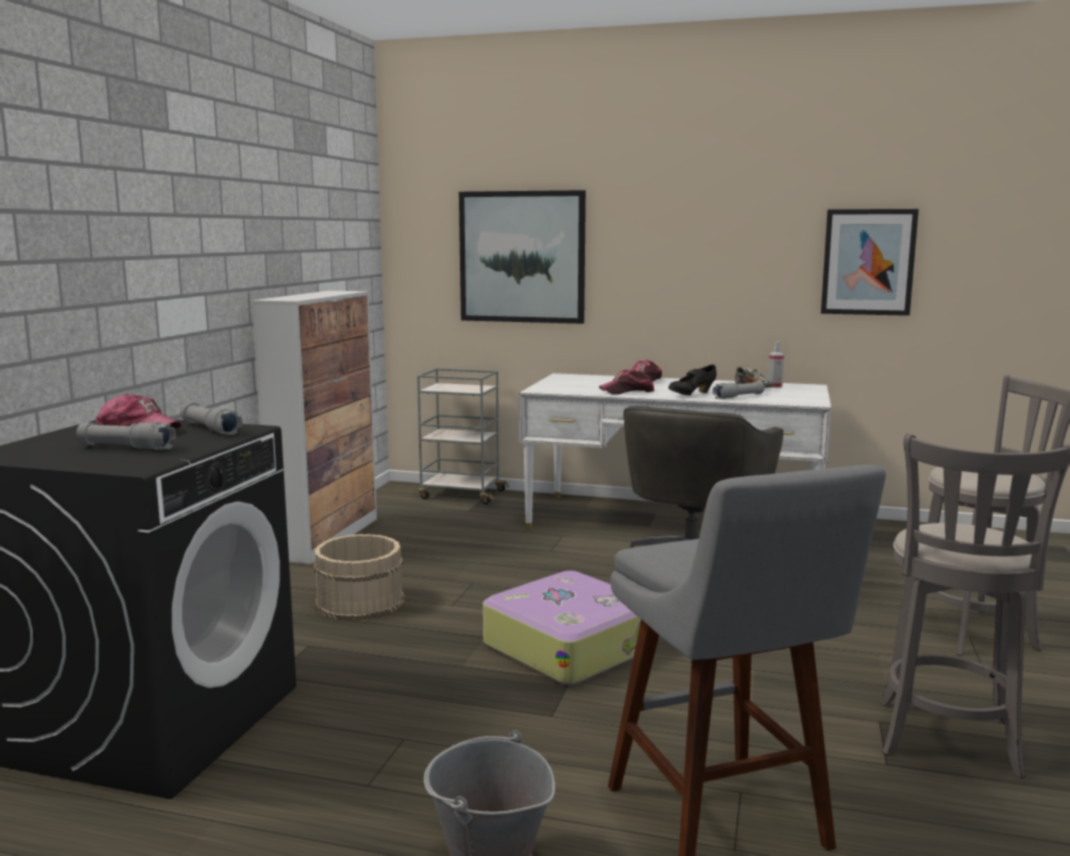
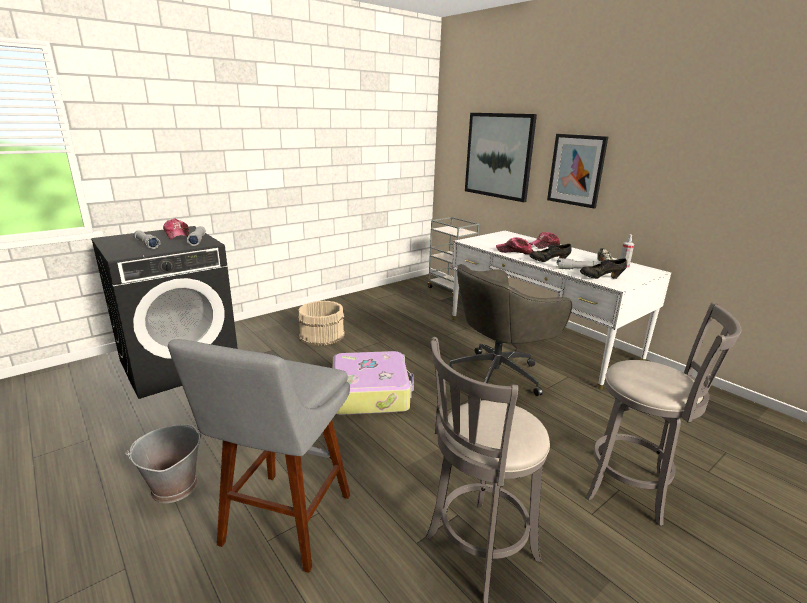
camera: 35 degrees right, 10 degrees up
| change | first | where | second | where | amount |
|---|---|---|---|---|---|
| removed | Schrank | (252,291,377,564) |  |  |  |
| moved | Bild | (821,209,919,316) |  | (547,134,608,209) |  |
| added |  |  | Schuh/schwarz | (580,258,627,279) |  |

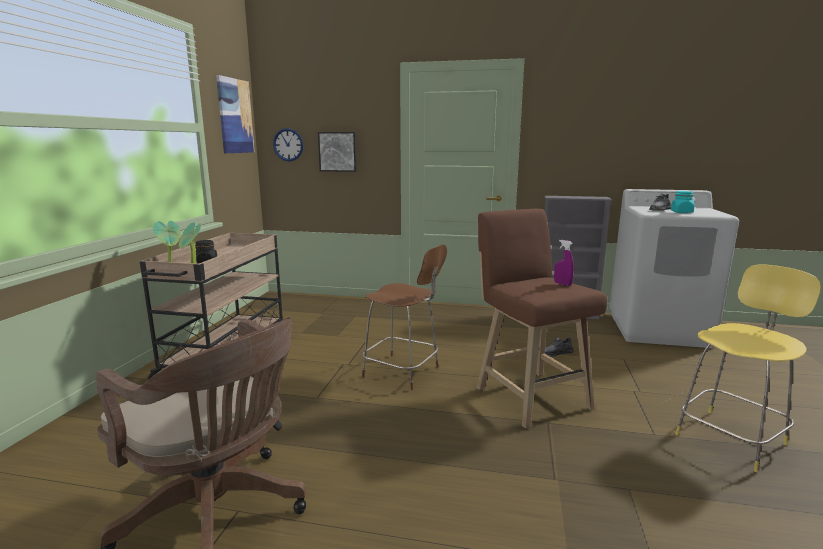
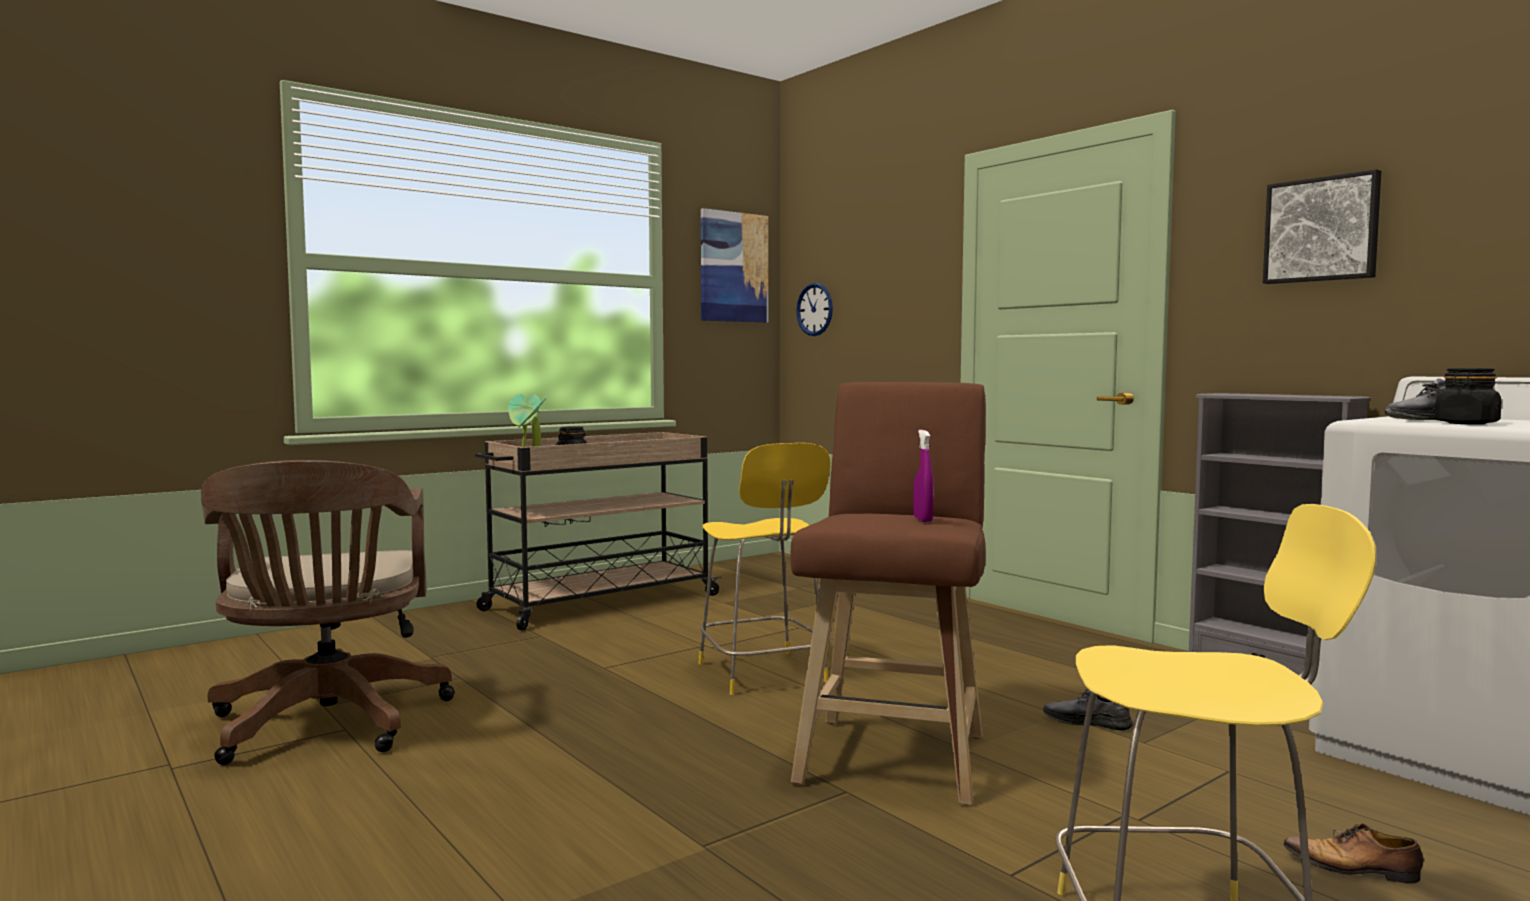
camera: 40 degrees right, 10 degrees down
| change | first | where | second | where | amount |
|---|---|---|---|---|---|
| moved | Bild | (318,132,357,172) |  | (1263,169,1381,284) |  |
| recoloured | Hocker/braun | (362,244,447,390) | Hocker/gelb | (698,443,830,695) |  |
| recoloured | Vorratsglas/türkis | (671,191,695,213) | Vorratsglas/schwarz | (1434,368,1501,425) |  |
| added |  |  | Schuh | (1283,823,1423,884) |  |

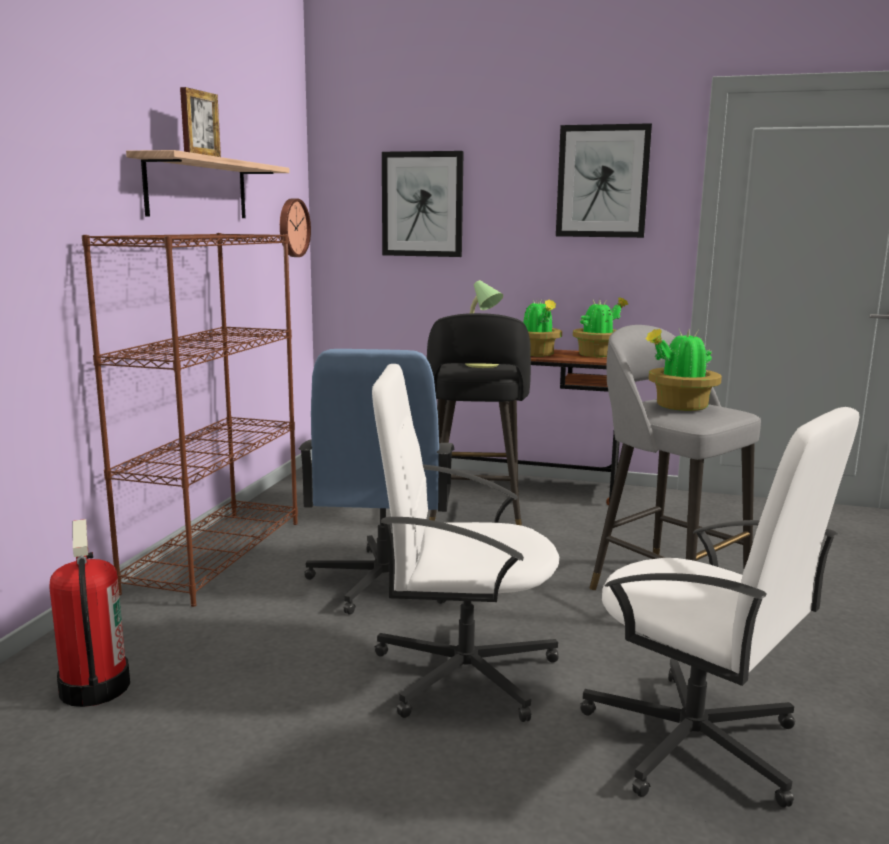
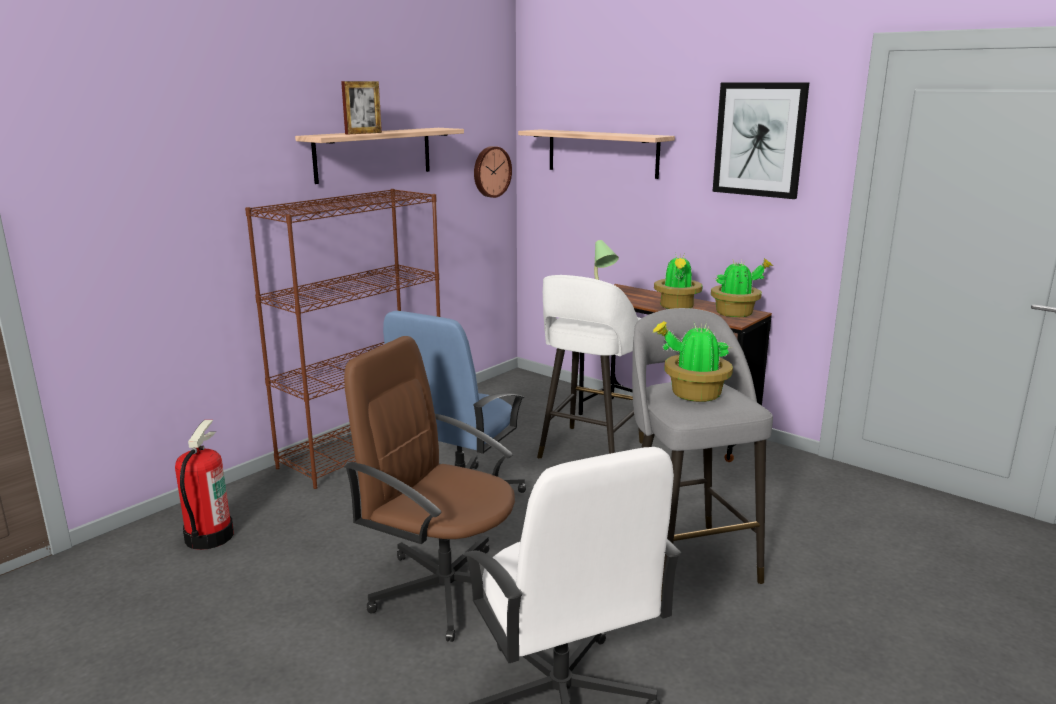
camera: 25 degrees right, 5 degrees up
| change | first | where | second | where | amount |
|---|---|---|---|---|---|
| recoloured | Bürostuhl/weiß | (372,364,559,722) | Bürostuhl/braun | (344,336,515,642) |  |
| replaced | Bild | (382,151,464,257) | Wandregal | (518,129,675,179) |  |
| recoloured | Hocker/schwarz | (427,313,531,526) | Hocker/weiß | (537,275,644,459) |  |

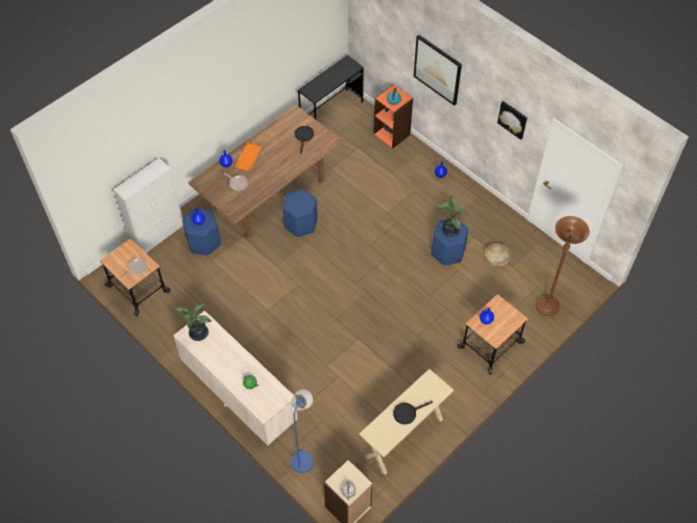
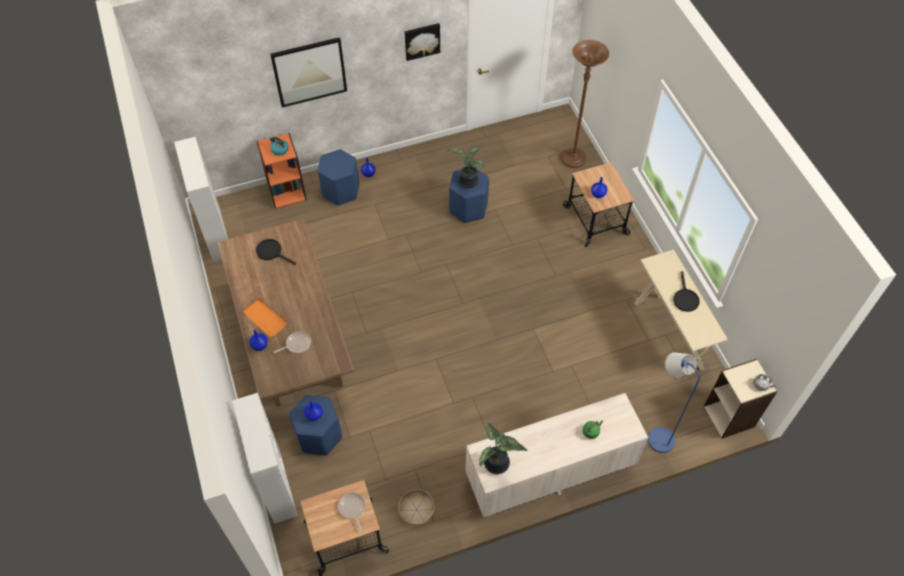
camera: 65 degrees left, 0 degrees up
| change | first | where | second | where | amount |
|---|---|---|---|---|---|
| moved | Hocker/blau | (282,189,317,237) |  | (317,149,359,206) |  |
| replaced | Schreibtisch/schwarz | (298,55,364,120) | Schrank/weiß | (174,137,228,262) |  |
| moved | Korb | (485,244,511,267) |  | (398,489,435,525) |  |

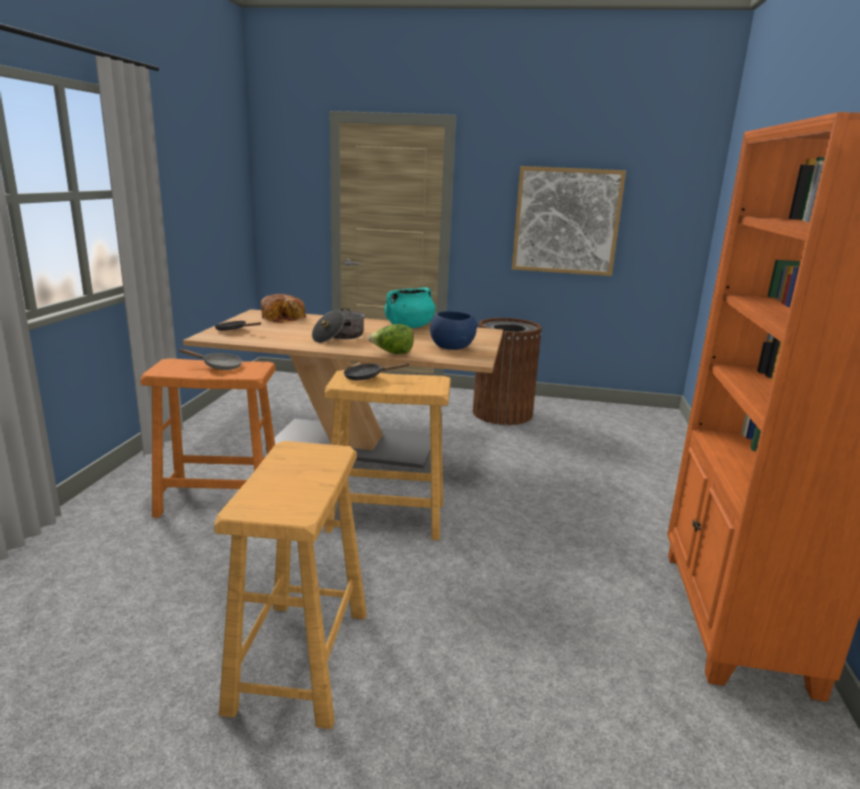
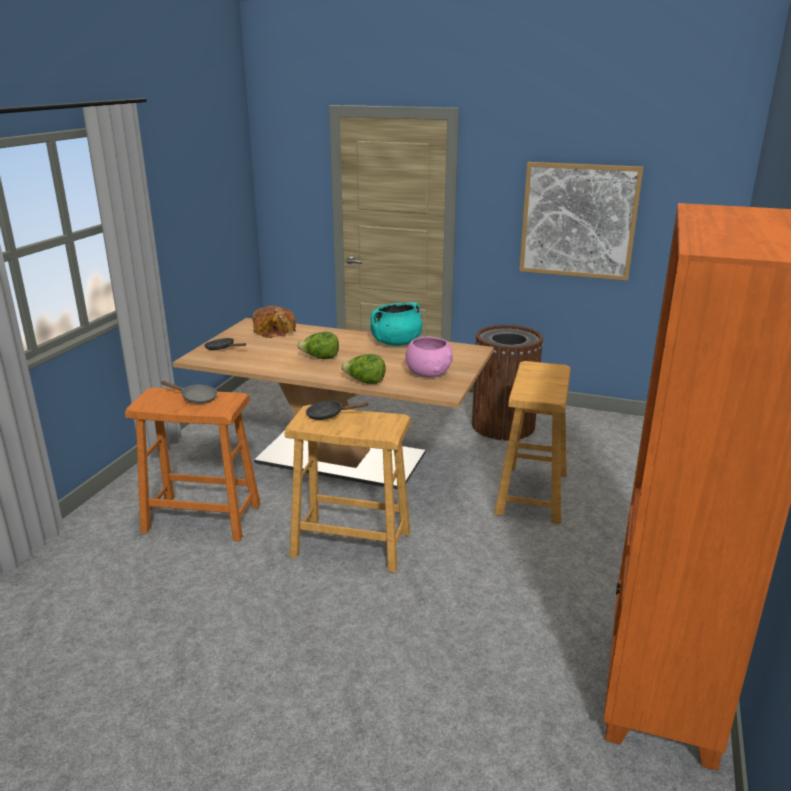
camera: 10 degrees right, 5 degrees up
| change | first | where | second | where | amount |
|---|---|---|---|---|---|
| moved | Hocker/beige | (214,441,367,729) |  | (494,361,571,524) |  |
| replaced | Kochtopf | (312,308,365,343) | Salatkopf | (297,331,339,359) |  |
| recoloured | Schüssel/blau | (430,311,478,350) | Schüssel/rosa | (405,337,453,378) |  |

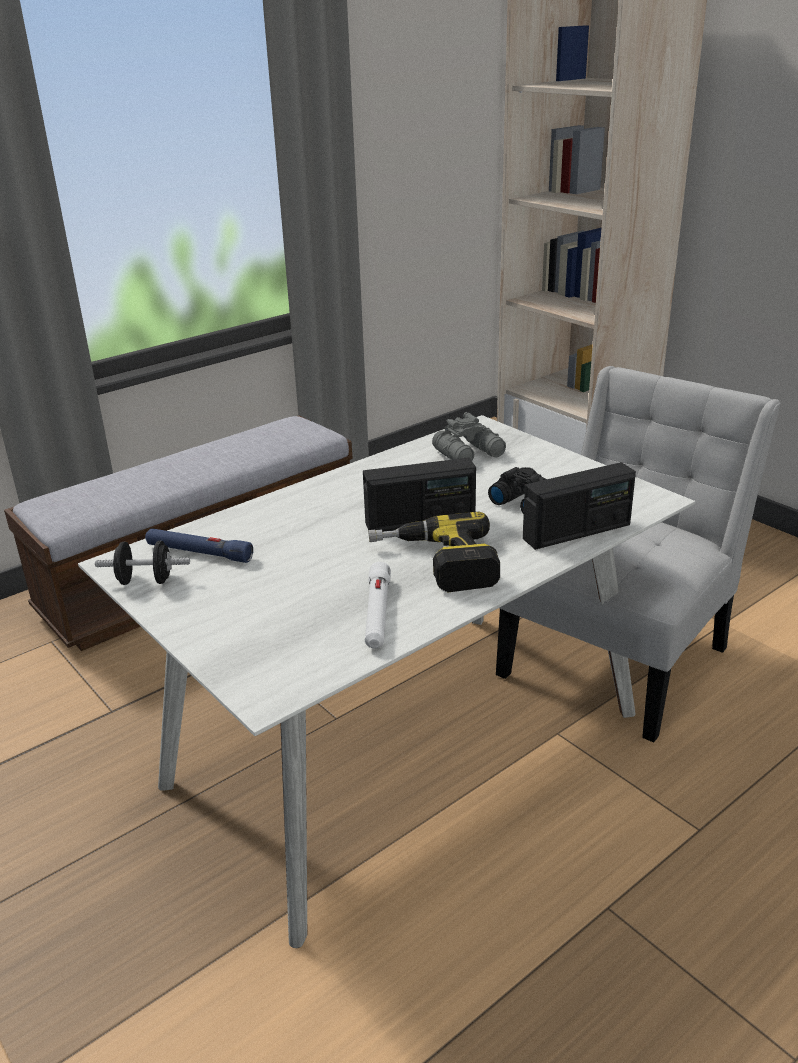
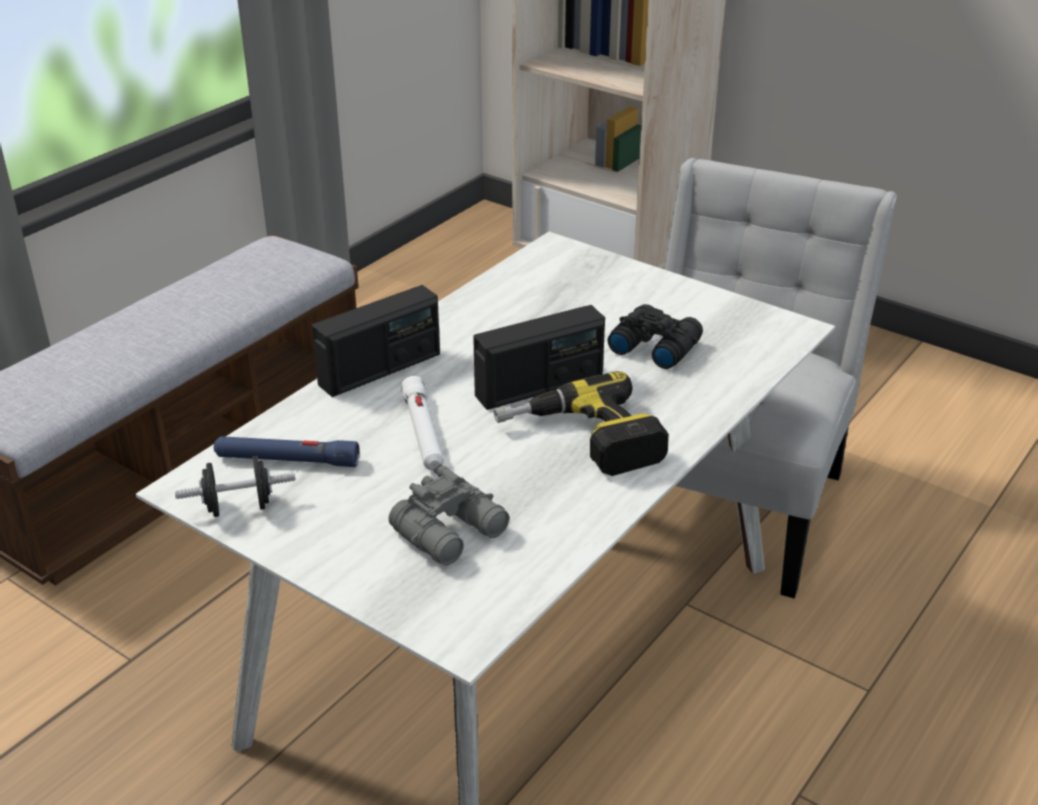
camera: 15 degrees left, 5 degrees up
| change | first | where | second | where | amount |
|---|---|---|---|---|---|
| moved | Taschenlampe/weiß | (365,562,391,649) |  | (401,376,444,470) |  |
| moved | Fernglas/grau | (432,412,506,461) |  | (389,463,509,565) |  |
| moved | Radio | (523,462,636,550) |  | (312,285,440,397) |  |

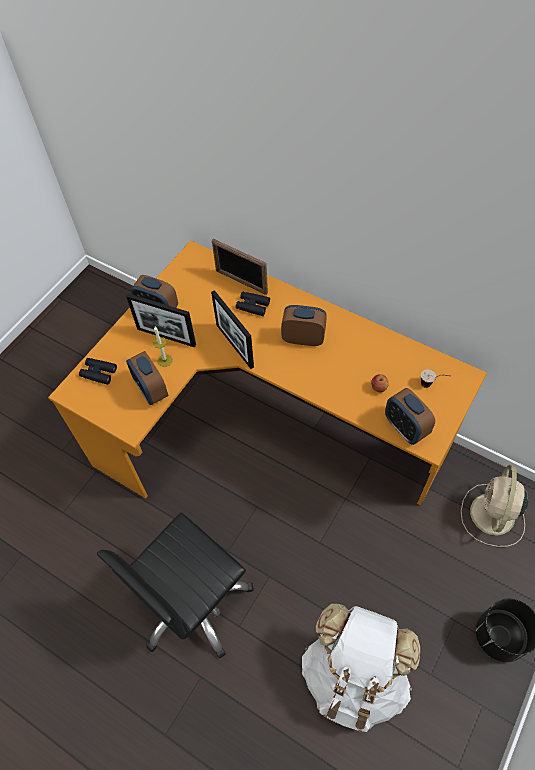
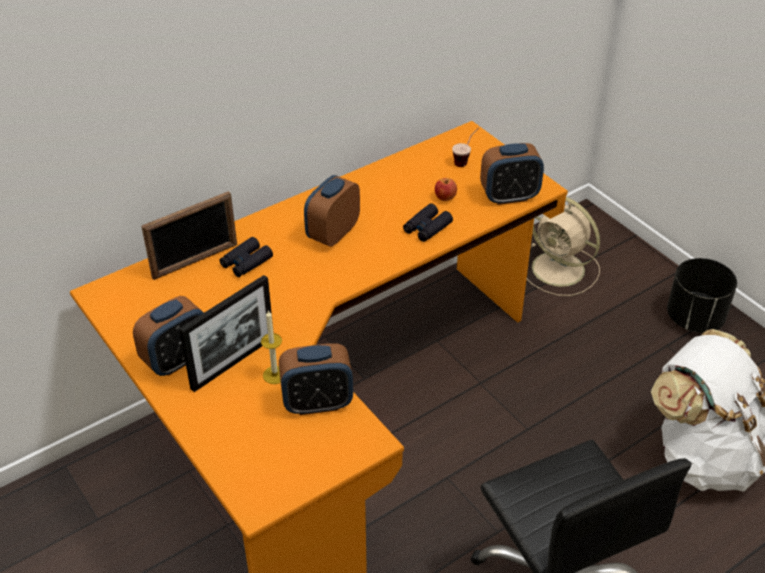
camera: 70 degrees left, 15 degrees down
| change | first | where | second | where | amount |
|---|---|---|---|---|---|
| moved | Fernglas/schwarz | (79,358,117,385) |  | (403,204,453,242) |  |
| removed | Bilderrahmen | (211,290,254,369) |  |  |  |

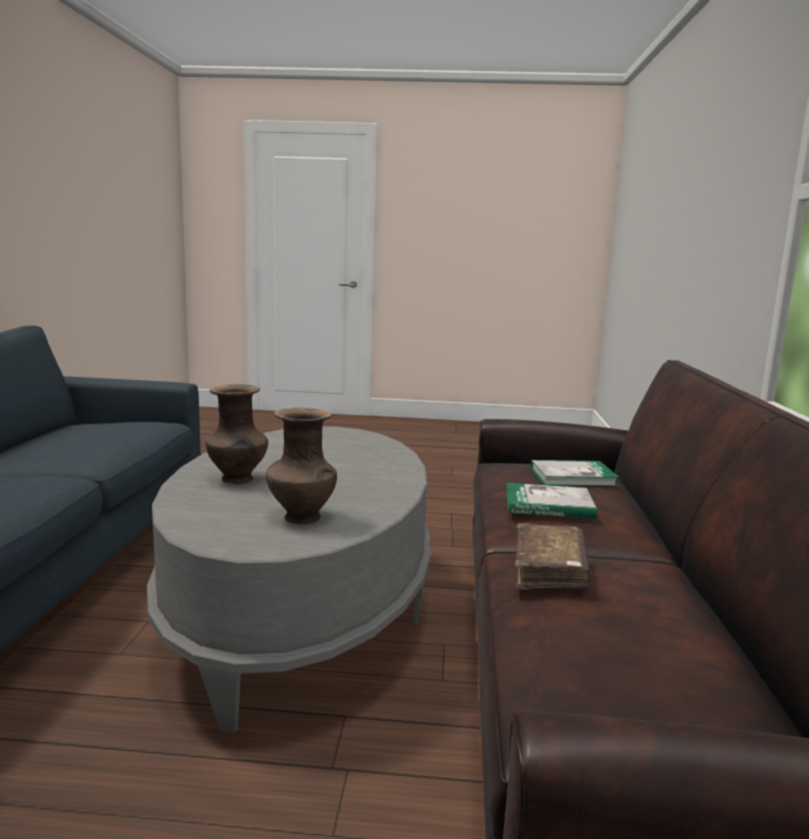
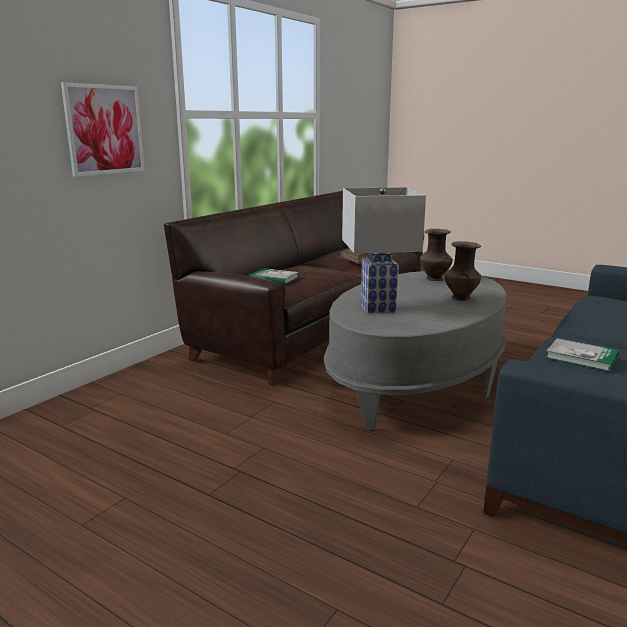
camera: 150 degrees left, 5 degrees up
| change | first | where | second | where | amount |
|---|---|---|---|---|---|
| moved | Buch | (506,483,597,519) |  | (545,338,619,372) |  |
| added |  |  | Bild | (61,82,145,177) |  |
| added |  |  | Tischlampe/weiß | (342,187,426,314) |  |

